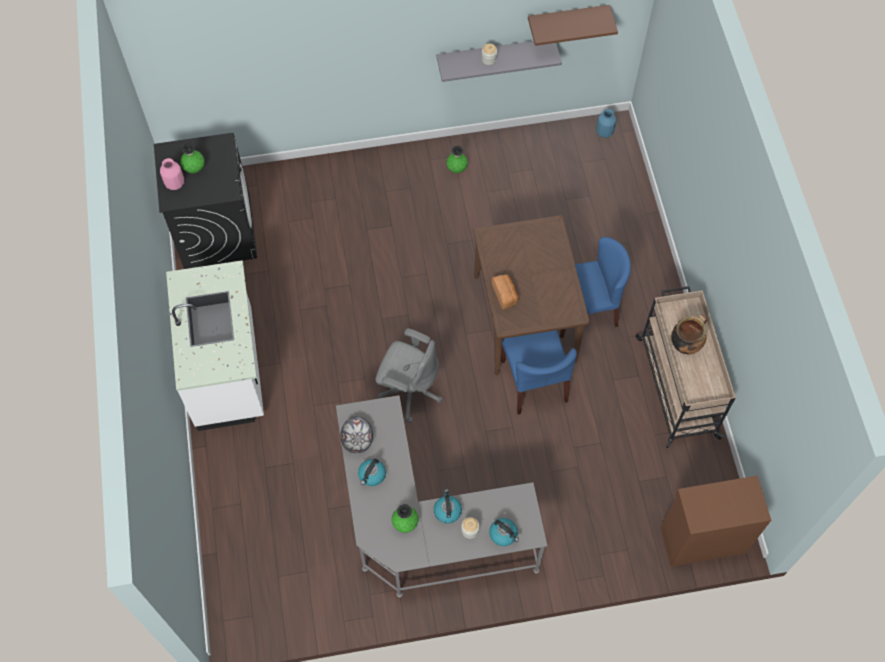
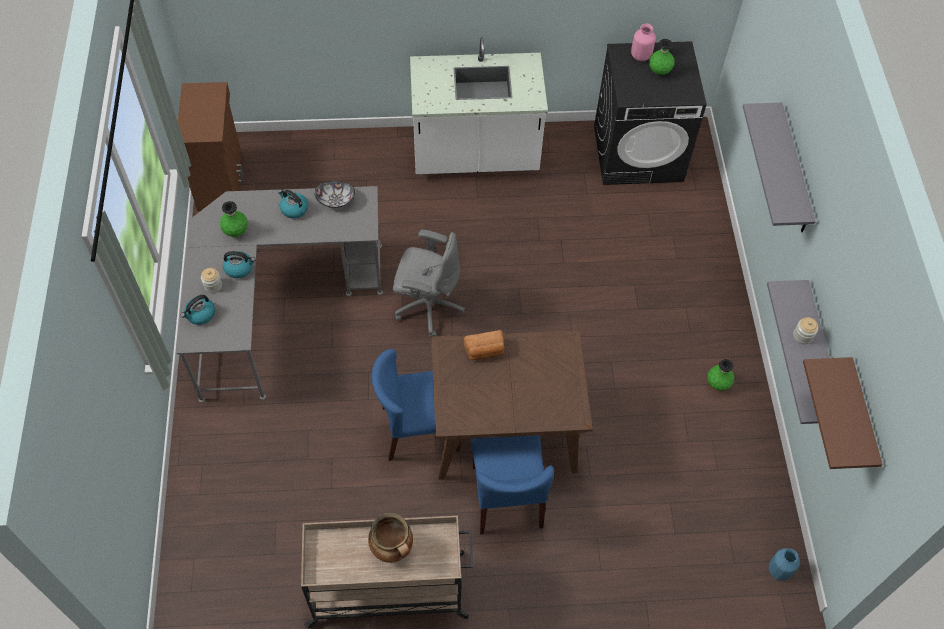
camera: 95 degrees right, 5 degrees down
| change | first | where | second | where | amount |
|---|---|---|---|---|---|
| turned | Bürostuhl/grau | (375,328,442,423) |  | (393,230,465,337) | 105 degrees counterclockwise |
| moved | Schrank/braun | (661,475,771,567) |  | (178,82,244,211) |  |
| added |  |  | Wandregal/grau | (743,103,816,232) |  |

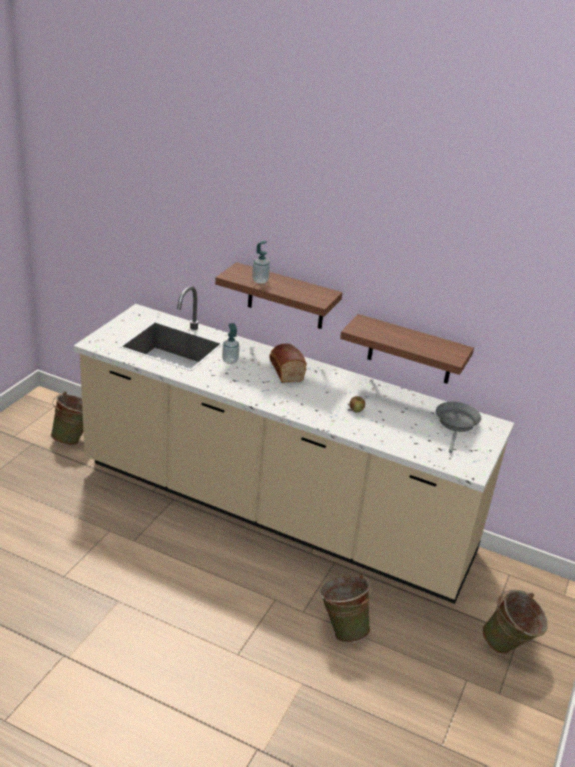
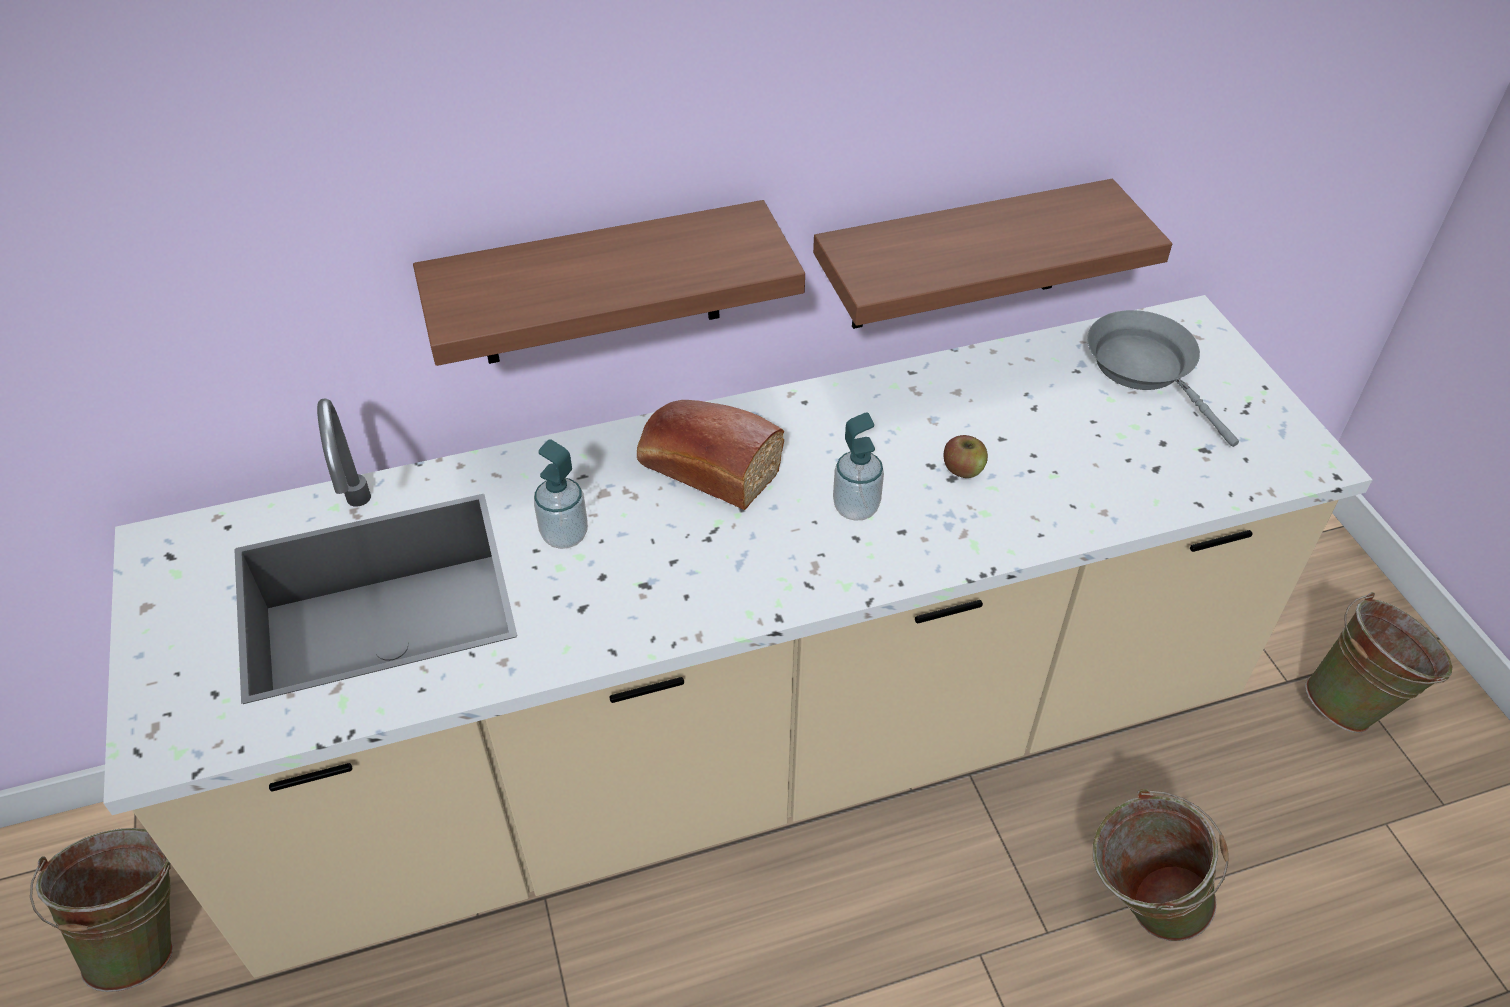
camera: 40 degrees left, 15 degrees up
| change | first | where | second | where | amount |
|---|---|---|---|---|---|
| moved | Seifenspender | (252,241,270,284) |  | (833,413,884,521) |  |

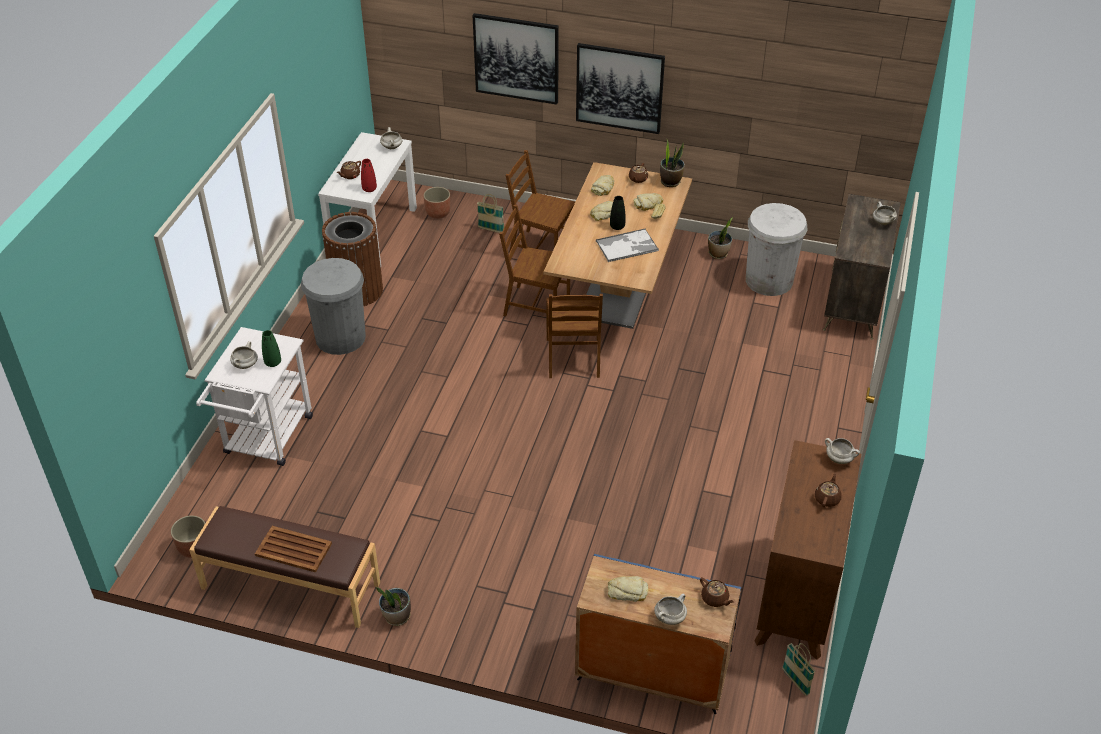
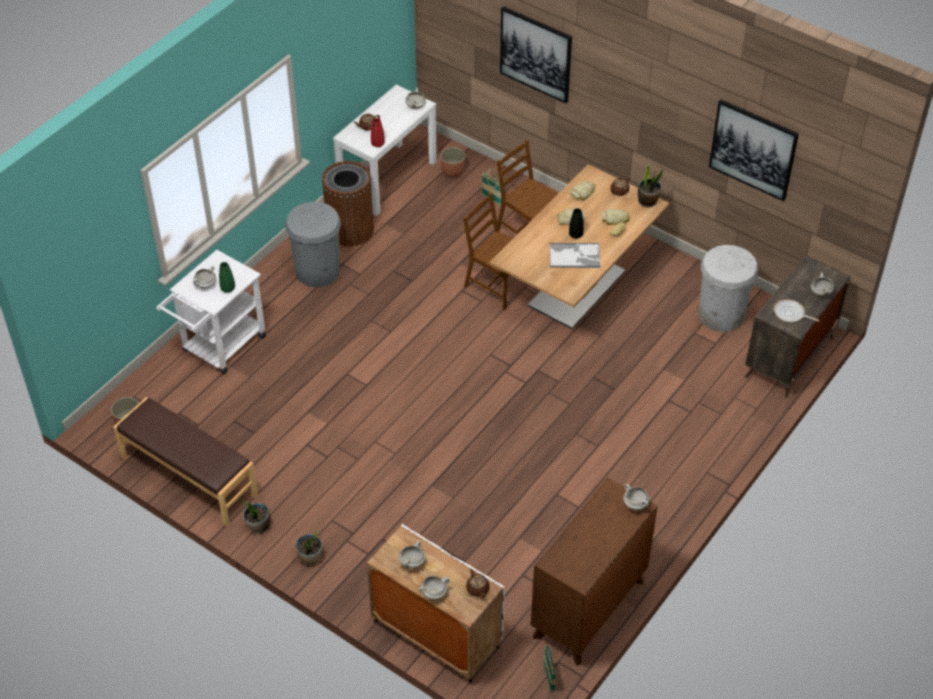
camera: 20 degrees right, 5 degrees up
| change | first | where | second | where | amount |
|---|---|---|---|---|---|
| removed | Tablett/braun | (255,526,332,572) |  |  |  |
| removed | Stuhl/braun | (546,294,603,378) |  |  |  |
| recoloured | Schrank/blau | (575,554,741,714) | Schrank/weiß | (367,524,505,683) |  |
| moved | Bild | (576,43,665,134) |  | (709,100,799,201) |  |
| replaced | Brot | (608,576,648,602) | Kochtopf/weiß | (399,541,426,569) |  |
| moved | Topfpflanze | (708,218,732,259) |  | (295,530,322,565) |  |
| removed | Teekanne/braun | (815,473,842,507) |  |  |  |
| added |  |  | Pfanne | (774,300,820,323) |  |

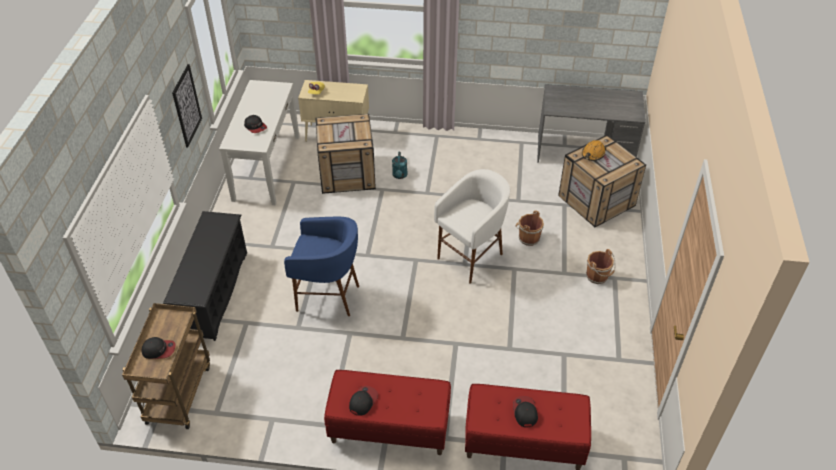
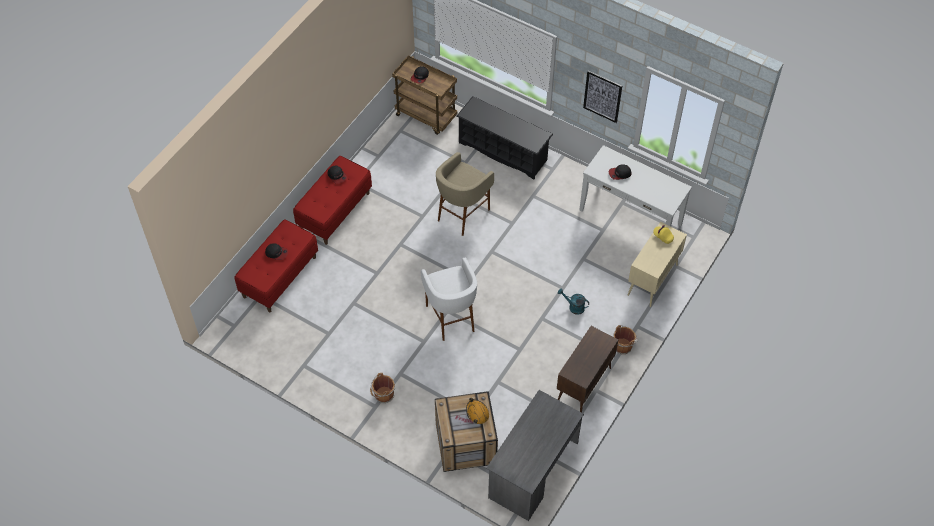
camera: 115 degrees right, 10 degrees up
| change | first | where | second | where | amount |
|---|---|---|---|---|---|
| recoloured | Hocker/blau | (284,217,359,316) | Hocker/beige | (436,152,494,236) |  |
| removed | Kiste | (315,114,376,194) |  |  |  |
| moved | Eimer/braun | (515,210,544,246) |  | (613,325,638,354) |  |
| added |  |  | Schrank/braun | (557,326,618,413) |  |

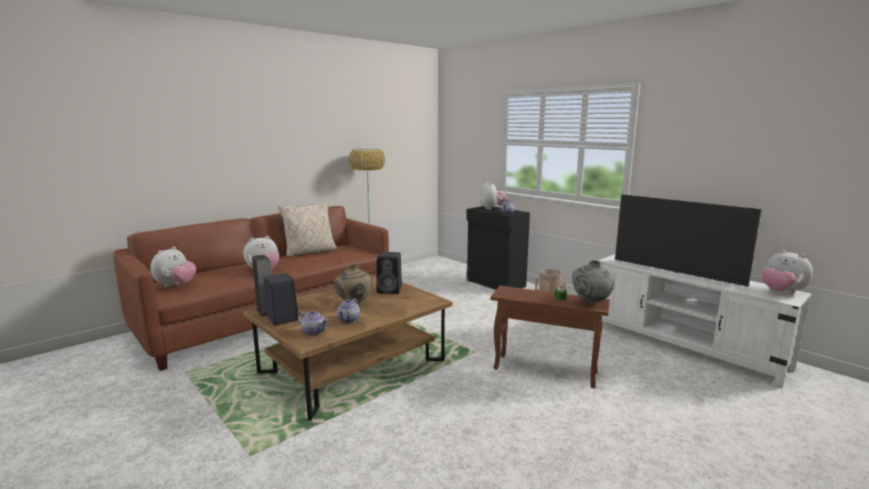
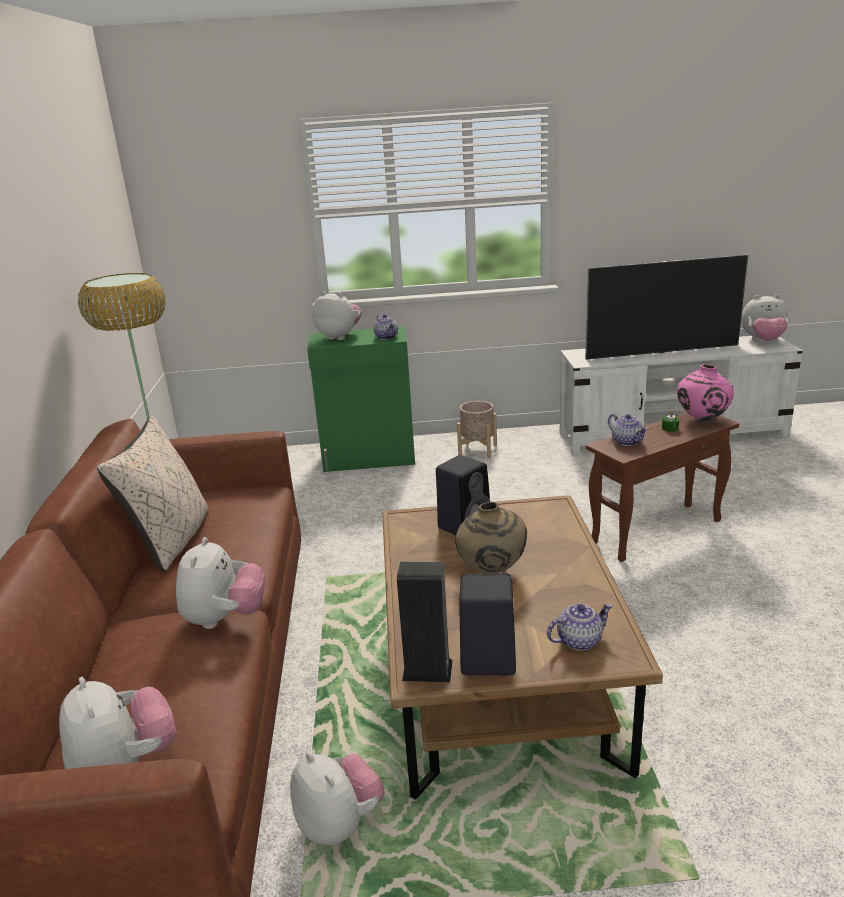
camera: 50 degrees left, 10 degrees up
| change | first | where | second | where | amount |
|---|---|---|---|---|---|
| moved | Teekanne | (337,298,360,323) |  | (608,414,648,446) |  |
| recoloured | Schrank/schwarz | (466,206,530,290) | Schrank/grün | (307,326,415,472) |  |
| recoloured | Vase/grau | (572,260,614,303) | Vase/rosa | (677,364,734,421) |  |
| added |  |  | Plüschtier | (290,752,385,845) |  |

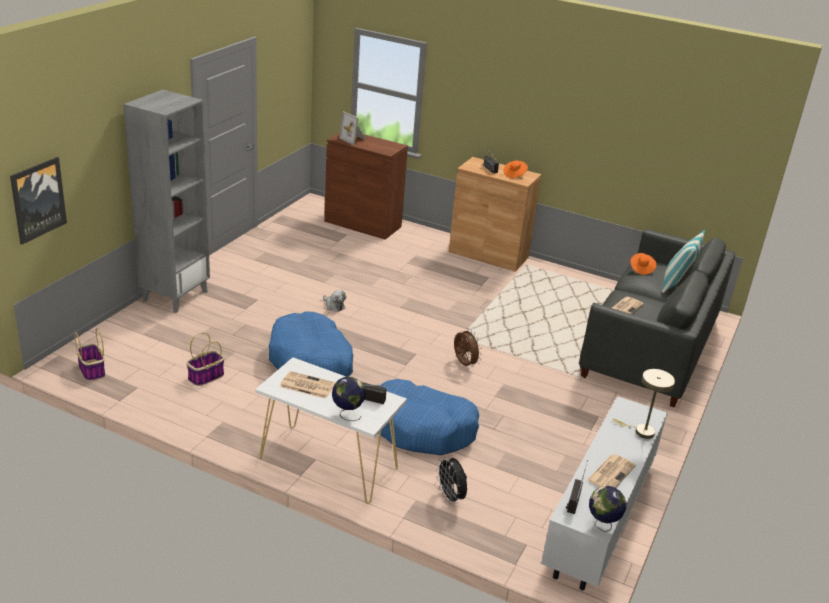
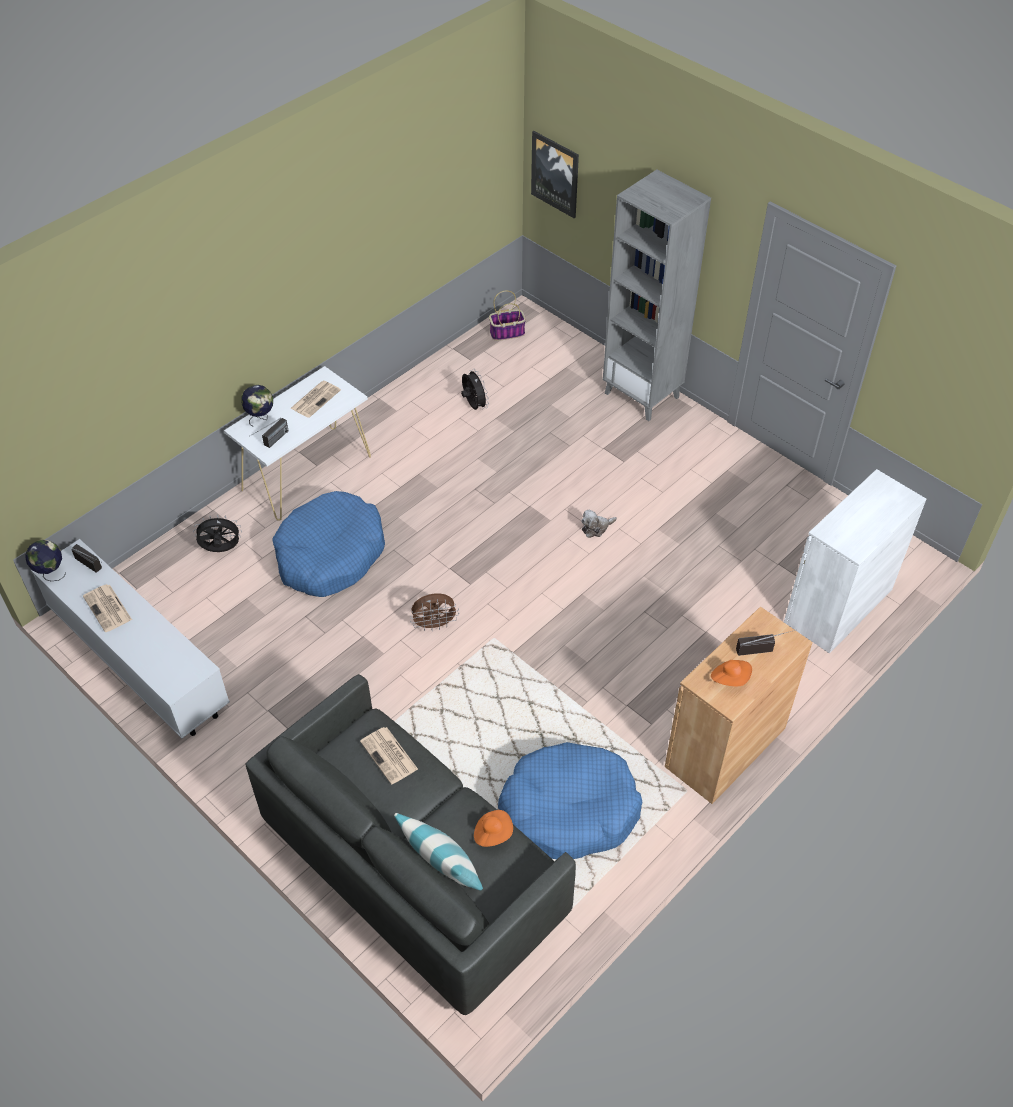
camera: 110 degrees right, 20 degrees up
| change | first | where | second | where | amount |
|---|---|---|---|---|---|
| replaced | Korb | (186,332,225,386) | Ventilator/schwarz | (461,370,489,410) |  |
| moved | Hundebett/blau | (269,311,353,377) |  | (498,742,643,859) |  |
| recoloured | Schrank/braun | (324,133,408,240) | Schrank/weiß | (784,469,926,654) |  |
| removed | Bilderrahmen | (339,112,366,145) |  |  |  |
| removed | Tischlampe/beige | (613,369,675,439) |  |  |  |

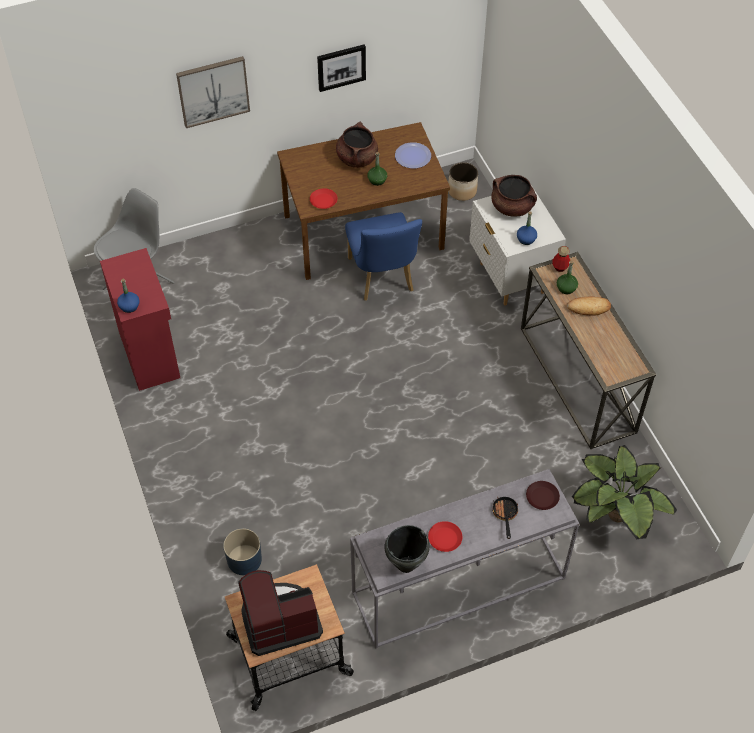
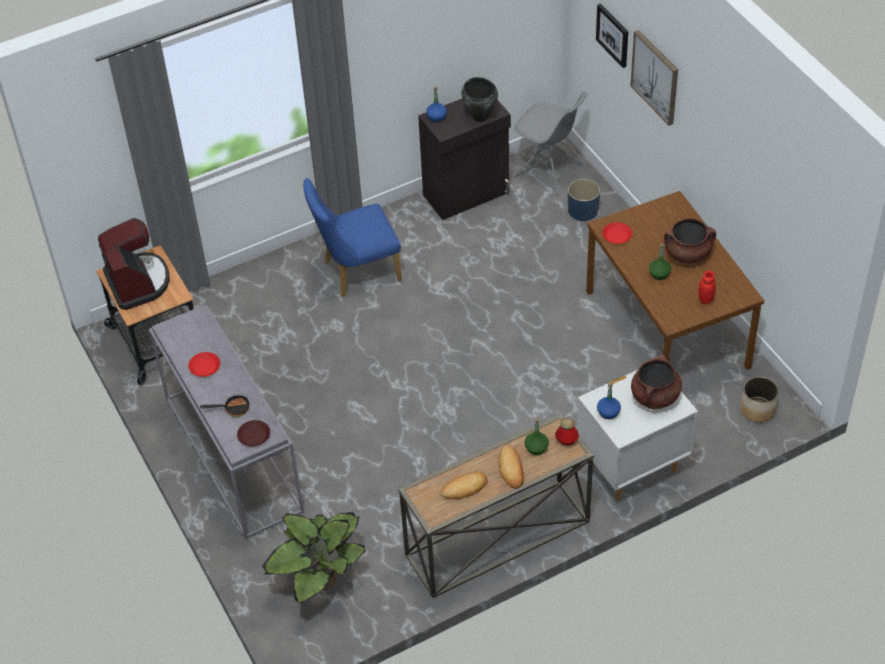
camera: 85 degrees right, 5 degrees down
| change | first | where | second | where | amount |
|---|---|---|---|---|---|
| recoloured | Schrank/rot | (100,248,180,391) | Schrank/schwarz | (418,98,511,220) |  |
| moved | Pflanzkübel/blau | (223,528,262,575) |  | (568,179,600,221) |  |
| moved | Bild | (317,45,366,92) |  | (596,4,628,68) |  |
| moved | Stuhl/blau | (345,212,422,301) |  | (303,178,402,297) |  |
| moved | Kochtopf/schwarz | (385,525,430,573) |  | (461,77,498,122) |  |
| replaced | Teller | (395,142,431,168) | Vorratsglas/rot | (698,271,716,304) |  |
| added |  |  | Brot | (441,472,488,499) |  |

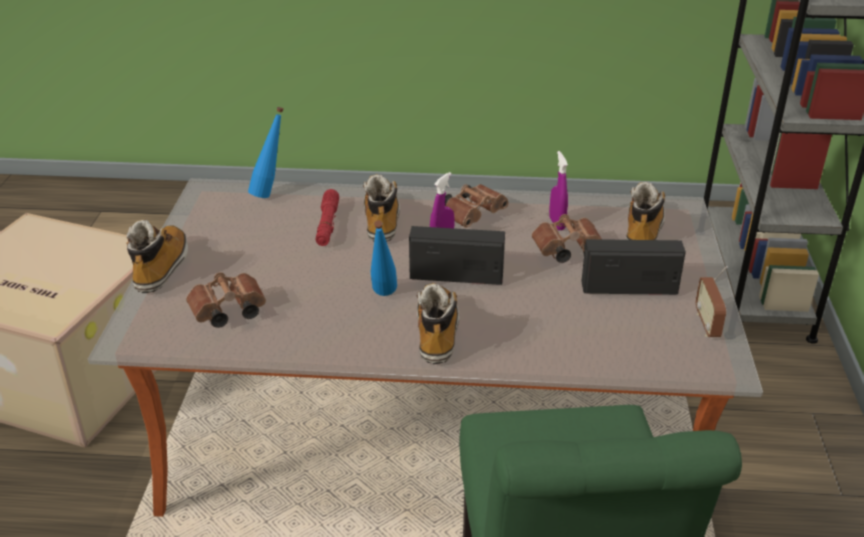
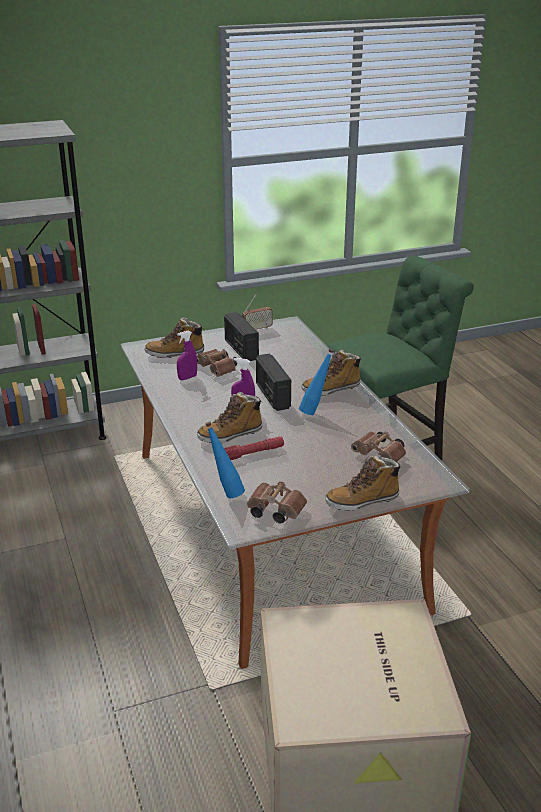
camera: 115 degrees left, 5 degrees down
| change | first | where | second | where | amount |
|---|---|---|---|---|---|
| moved | Fernglas/braun | (445,184,509,228) |  | (247,481,307,523) |  |

